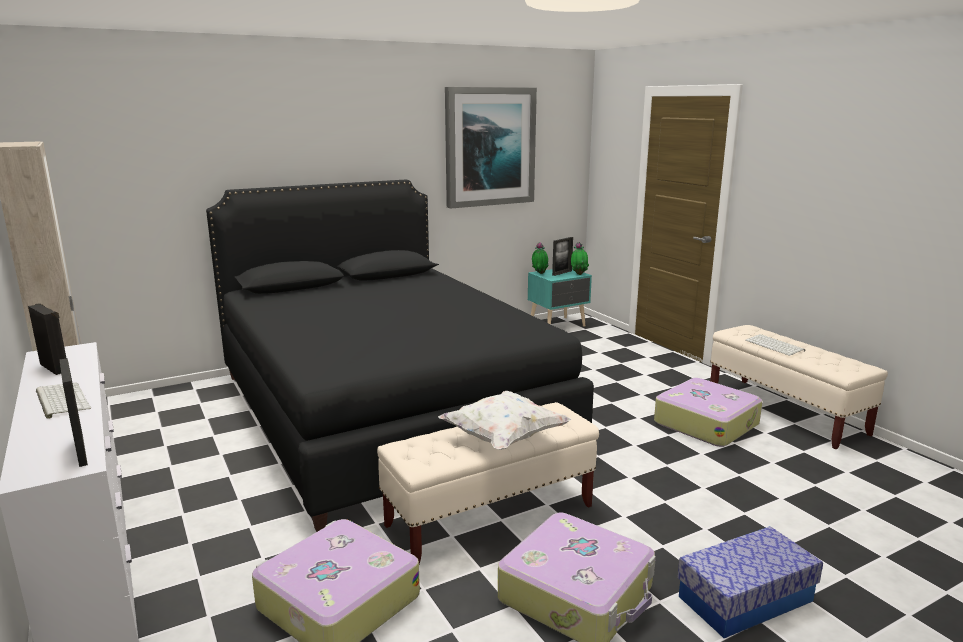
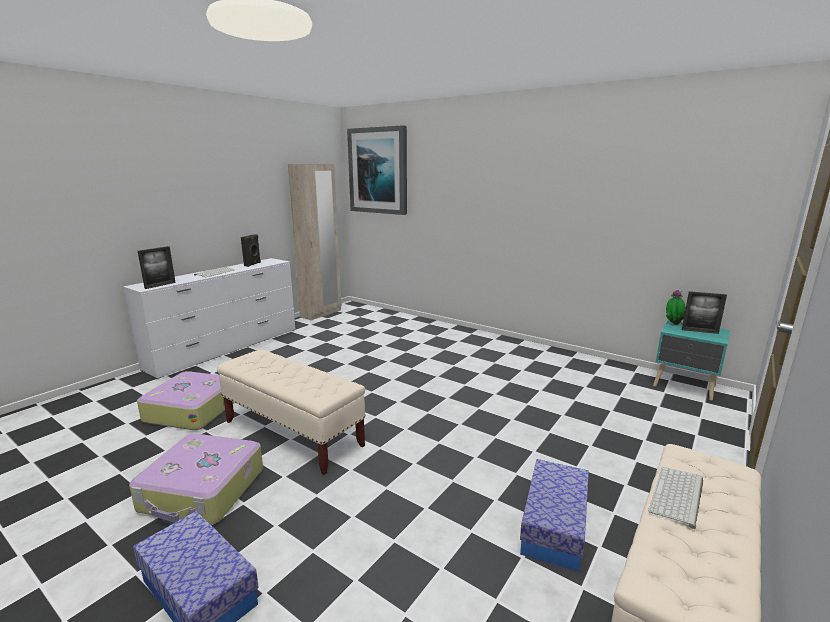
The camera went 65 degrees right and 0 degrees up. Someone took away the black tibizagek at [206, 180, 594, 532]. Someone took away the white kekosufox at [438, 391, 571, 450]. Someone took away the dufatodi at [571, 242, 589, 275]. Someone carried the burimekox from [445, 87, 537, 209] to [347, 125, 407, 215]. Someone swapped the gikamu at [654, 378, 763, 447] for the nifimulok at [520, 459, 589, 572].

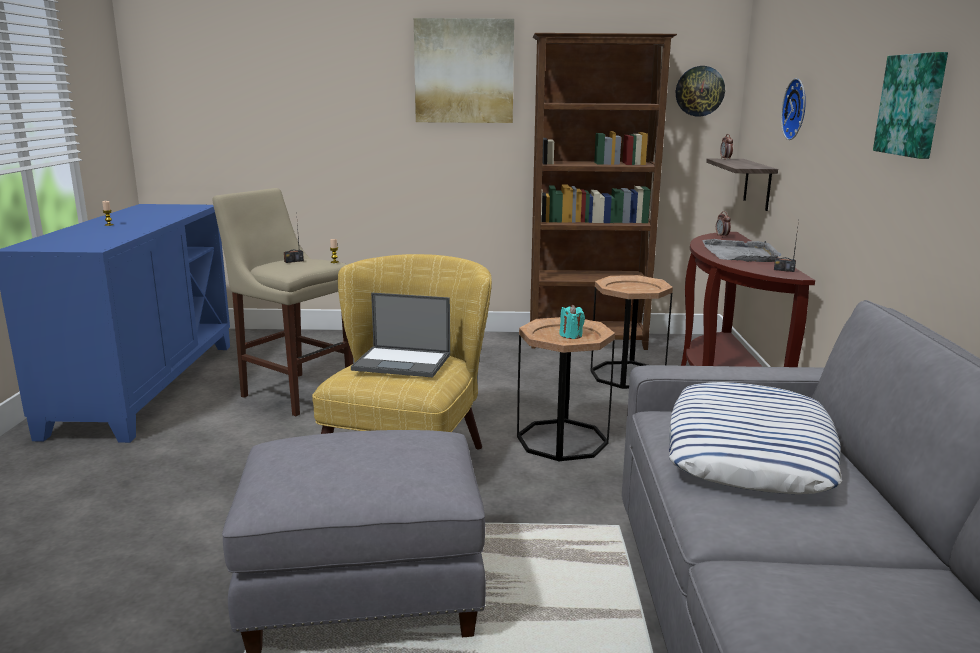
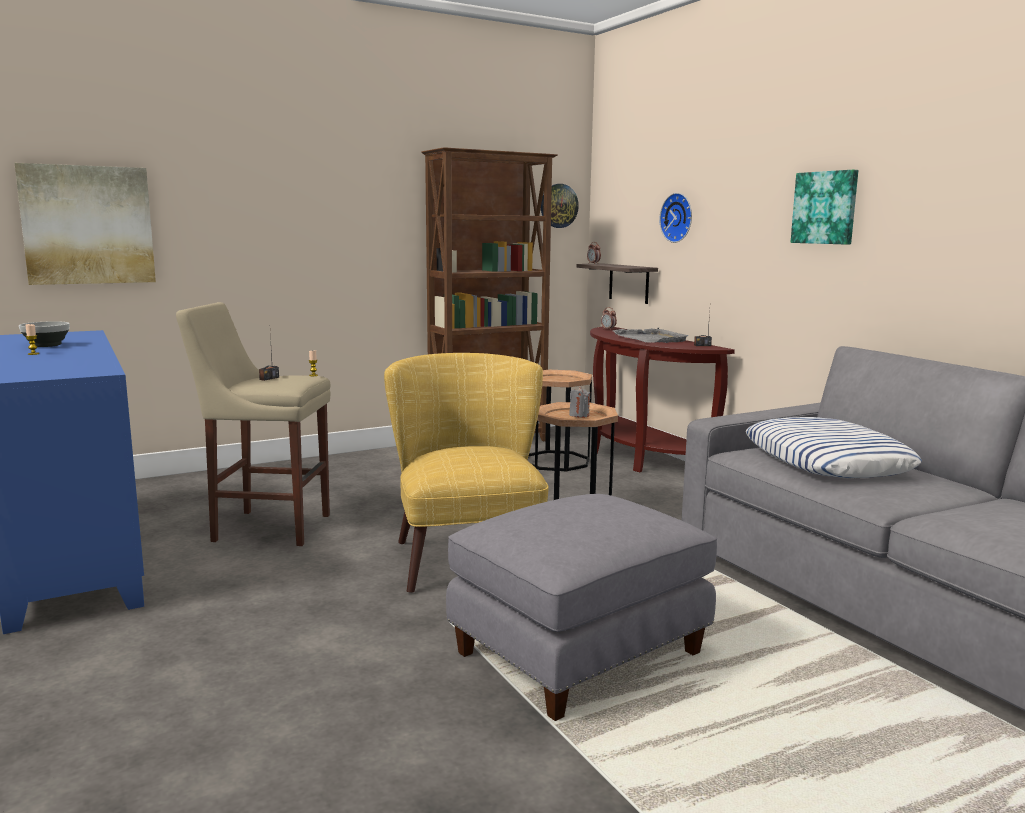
The camera went 30 degrees left and 5 degrees down. Someone took away the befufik at [351, 293, 450, 377]. Someone put down the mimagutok at [19, 321, 70, 347]. Someone carried the burimekox from [414, 18, 514, 123] to [14, 163, 156, 285]. Someone repainted the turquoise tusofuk at [559, 305, 585, 339], which became the grey tusofuk at [569, 387, 590, 417].

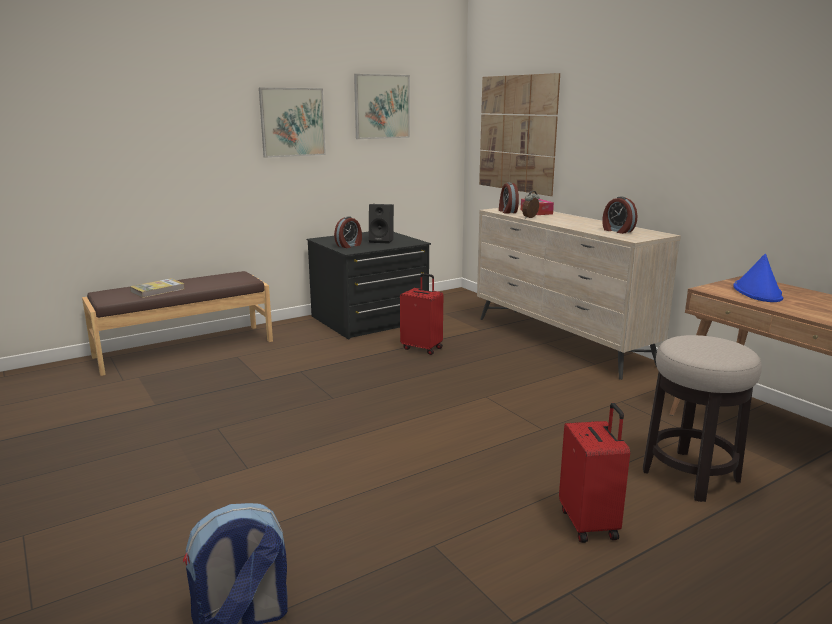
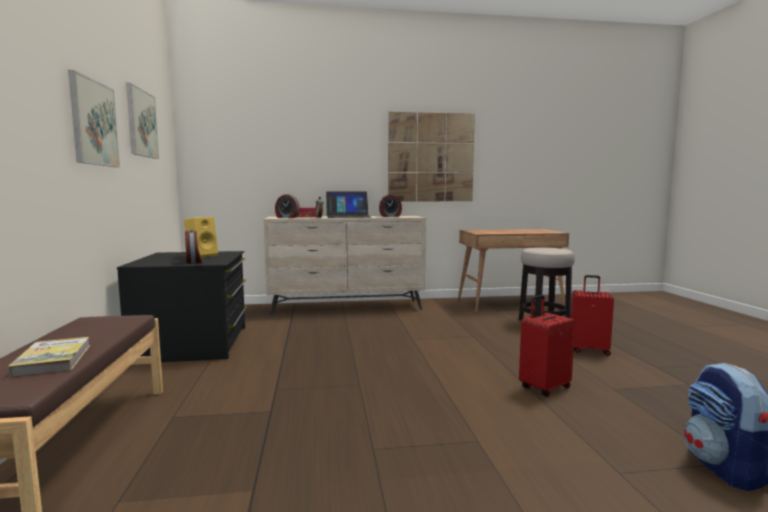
The camera went 65 degrees left and 10 degrees down. Someone took away the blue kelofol at [733, 254, 783, 302]. Someone put down the befufik at [326, 191, 371, 218]. Someone carried the red gikamu from [400, 273, 443, 355] to [519, 295, 575, 397]. Someone carried the burimekox from [479, 73, 560, 196] to [388, 112, 475, 201]. Someone repainted the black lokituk at [369, 204, 394, 244], which became the yellow lokituk at [184, 217, 218, 258].

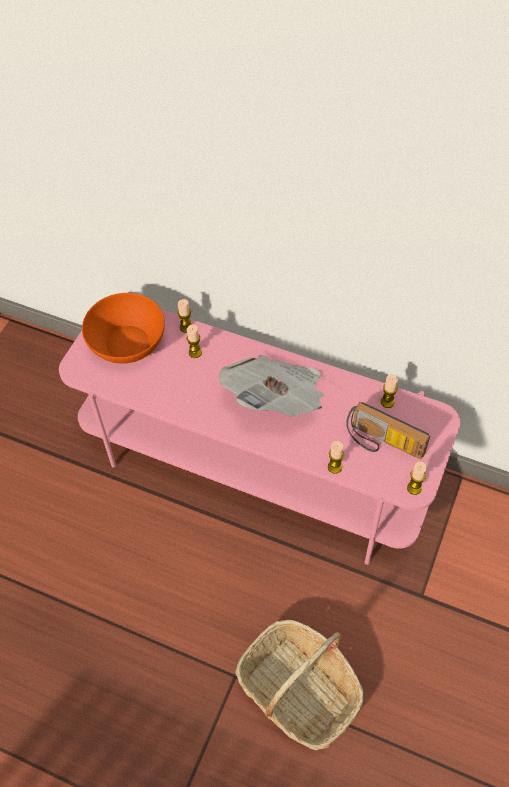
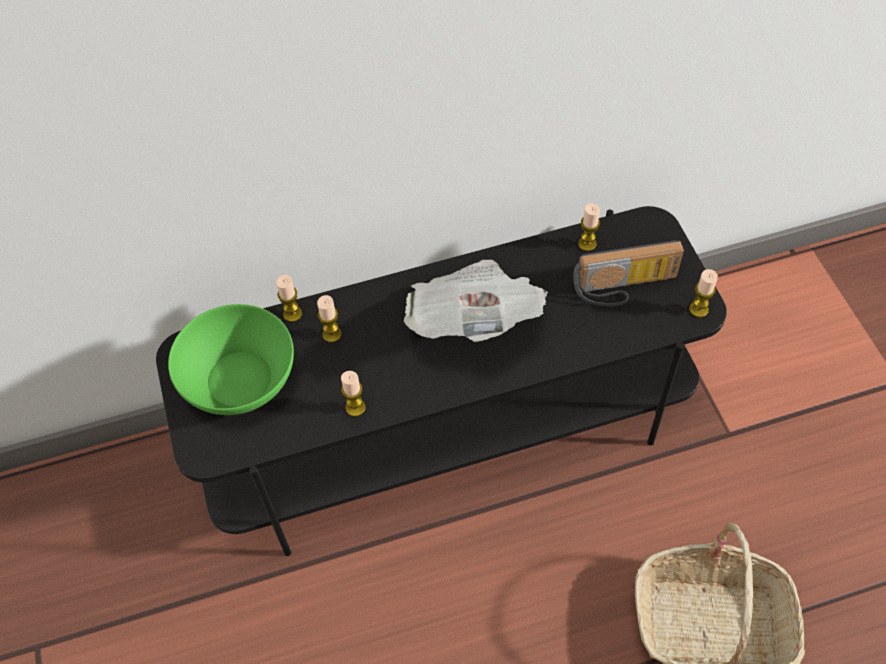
The camera went 40 degrees left and 0 degrees up. Someone carried the tusofuk from [328, 441, 344, 474] to [341, 371, 366, 417]. Someone repainted the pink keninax at [59, 309, 460, 565], which became the black keninax at [156, 206, 727, 556]. Someone repainted the orange mimagutok at [82, 293, 165, 364], which became the green mimagutok at [168, 304, 294, 415].

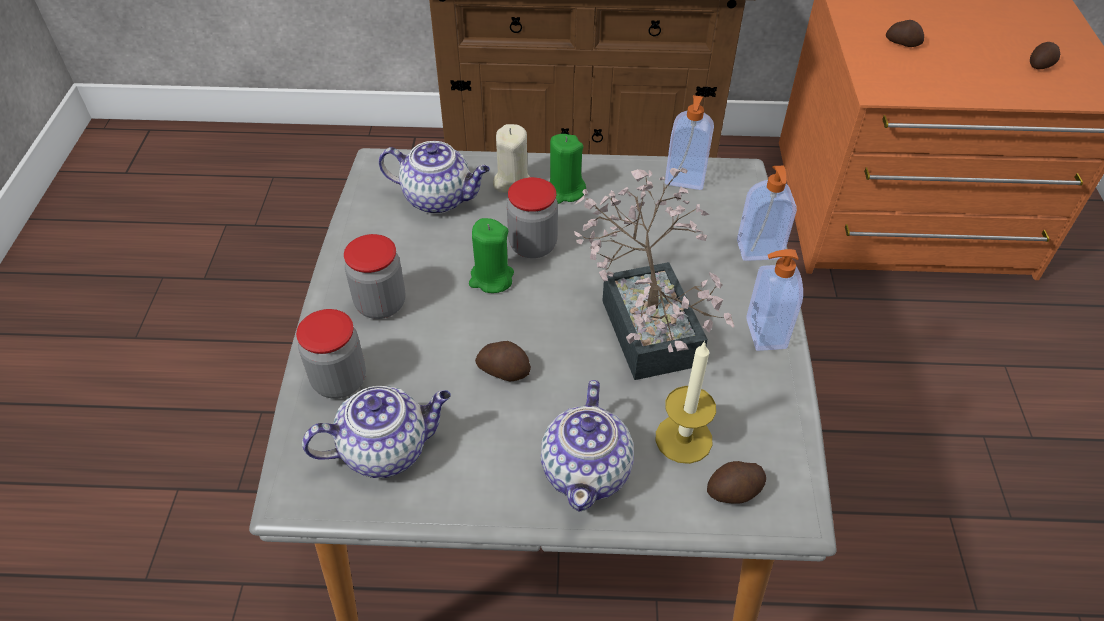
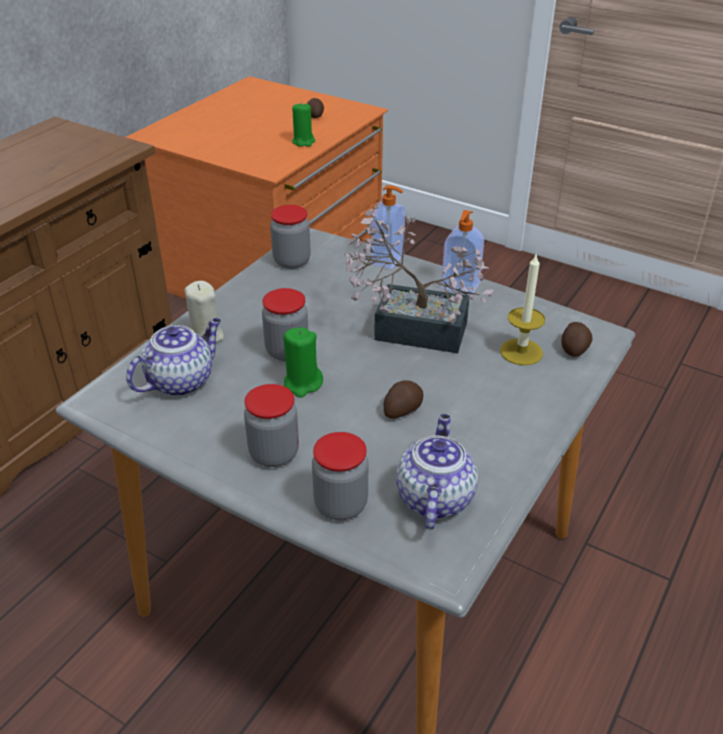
The camera went 60 degrees left and 10 degrees down. Someone took away the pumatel at [541, 380, 634, 511]. Someone took away the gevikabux at [886, 20, 924, 47]. Someone carried the green tusofuk from [549, 134, 586, 204] to [292, 102, 315, 147]. Someone swapped the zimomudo at [665, 95, 714, 190] for the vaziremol at [270, 205, 311, 269].

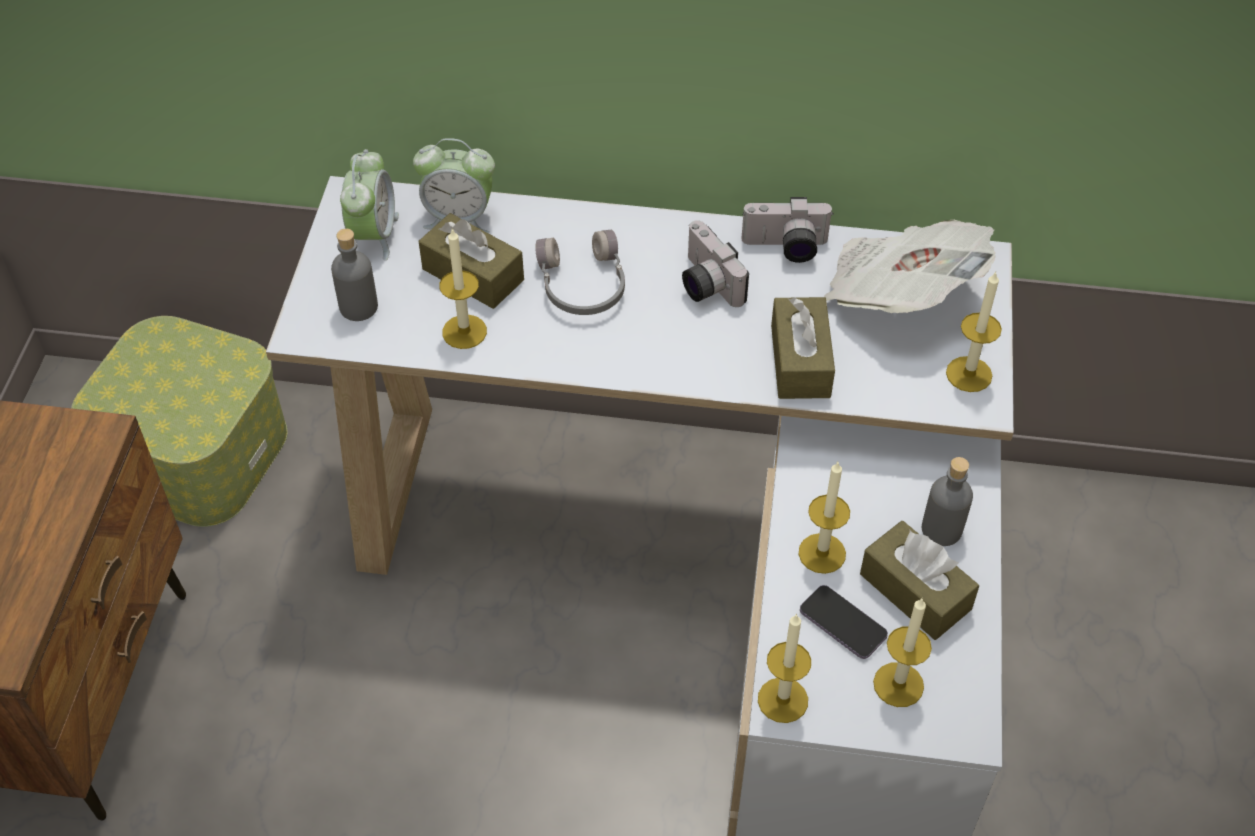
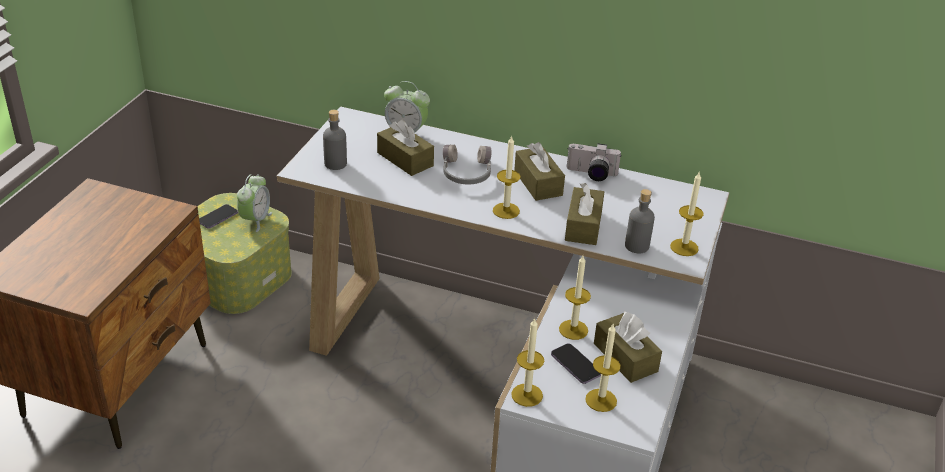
The camera went 10 degrees right and 15 degrees down. Someone took away the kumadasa at [824, 220, 996, 313]. Someone put down the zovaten at [199, 204, 238, 229]. Someone carried the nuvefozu from [340, 149, 399, 261] to [237, 174, 272, 232]. Someone carried the tusofuk from [439, 229, 487, 349] to [493, 135, 520, 219]. Someone carried the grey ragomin from [922, 457, 973, 546] to [625, 189, 655, 253]. Someone swapped the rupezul at [682, 220, 749, 307] for the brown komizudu at [514, 142, 565, 201].

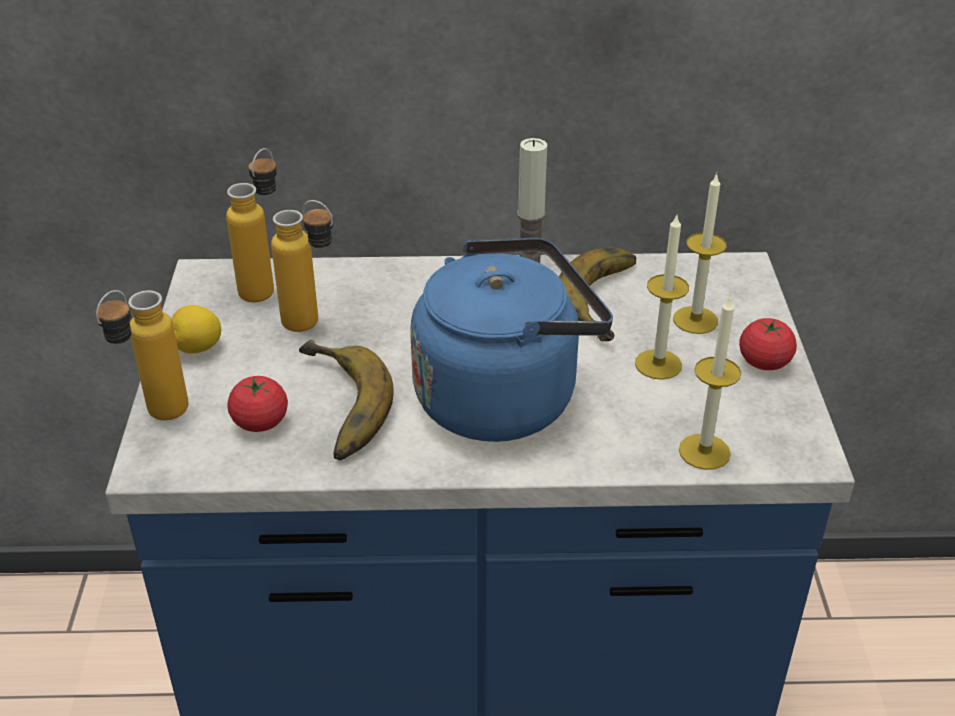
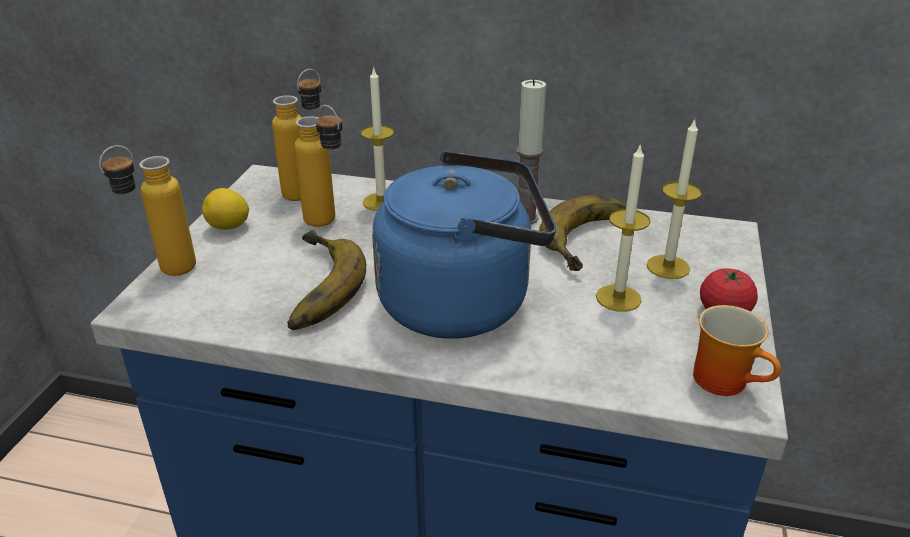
The camera went 15 degrees right and 5 degrees down. Someone took away the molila at [227, 376, 288, 432]. Someone put down the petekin at [693, 305, 781, 396]. Someone carried the tusofuk from [679, 295, 741, 470] to [361, 67, 394, 211].

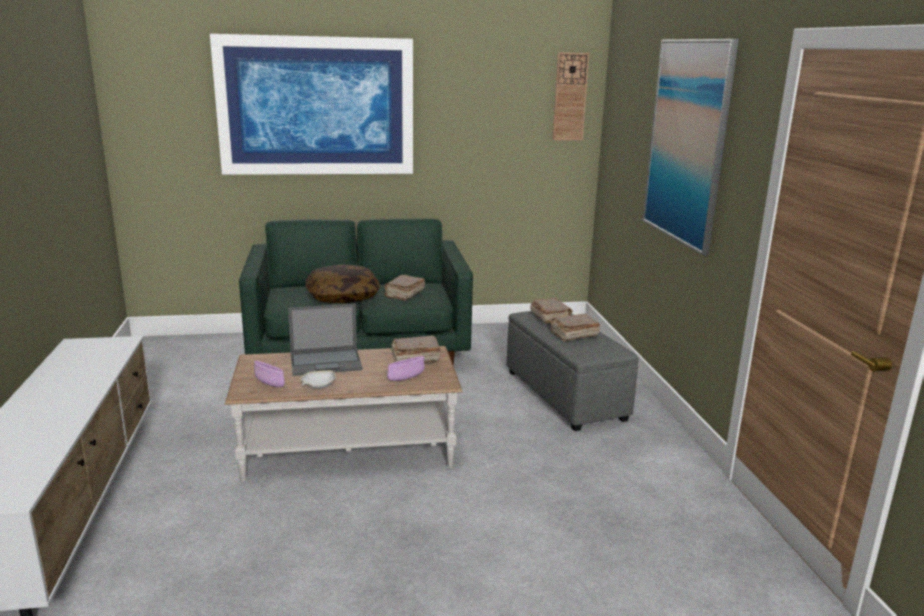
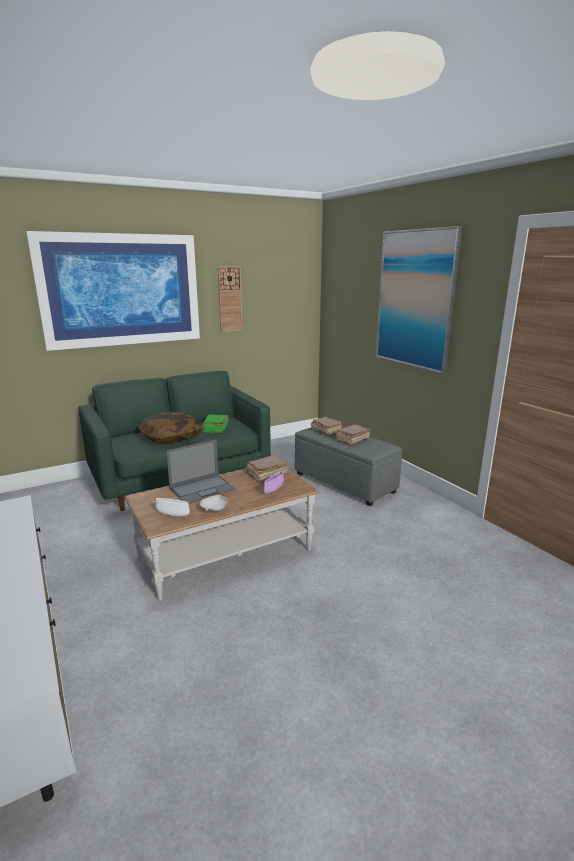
The camera went 20 degrees left and 0 degrees up. Someone carried the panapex from [552, 52, 589, 140] to [218, 266, 243, 332]. Someone repainted the purple mimagutok at [254, 361, 285, 387], which became the white mimagutok at [156, 498, 190, 517]. Someone repainted the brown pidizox at [384, 275, 425, 301], which became the green pidizox at [202, 414, 229, 433].

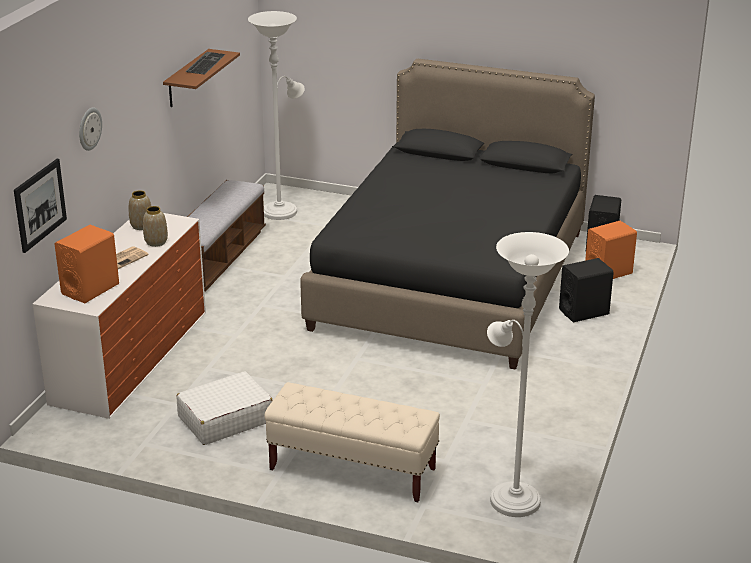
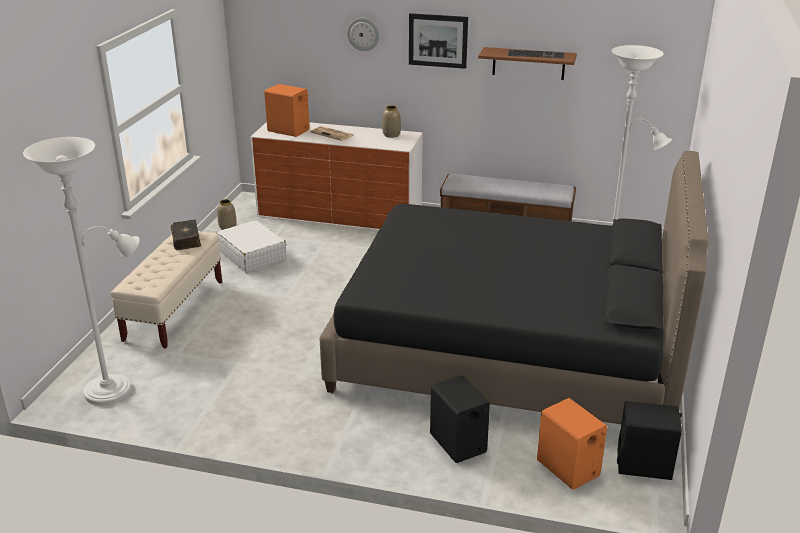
The camera went 85 degrees right and 0 degrees up. Someone put down the pidizox at [171, 219, 201, 250]. Someone carried the burimekox from [14, 159, 67, 253] to [409, 13, 468, 69]. Someone carried the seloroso from [143, 206, 168, 247] to [217, 199, 237, 230].

